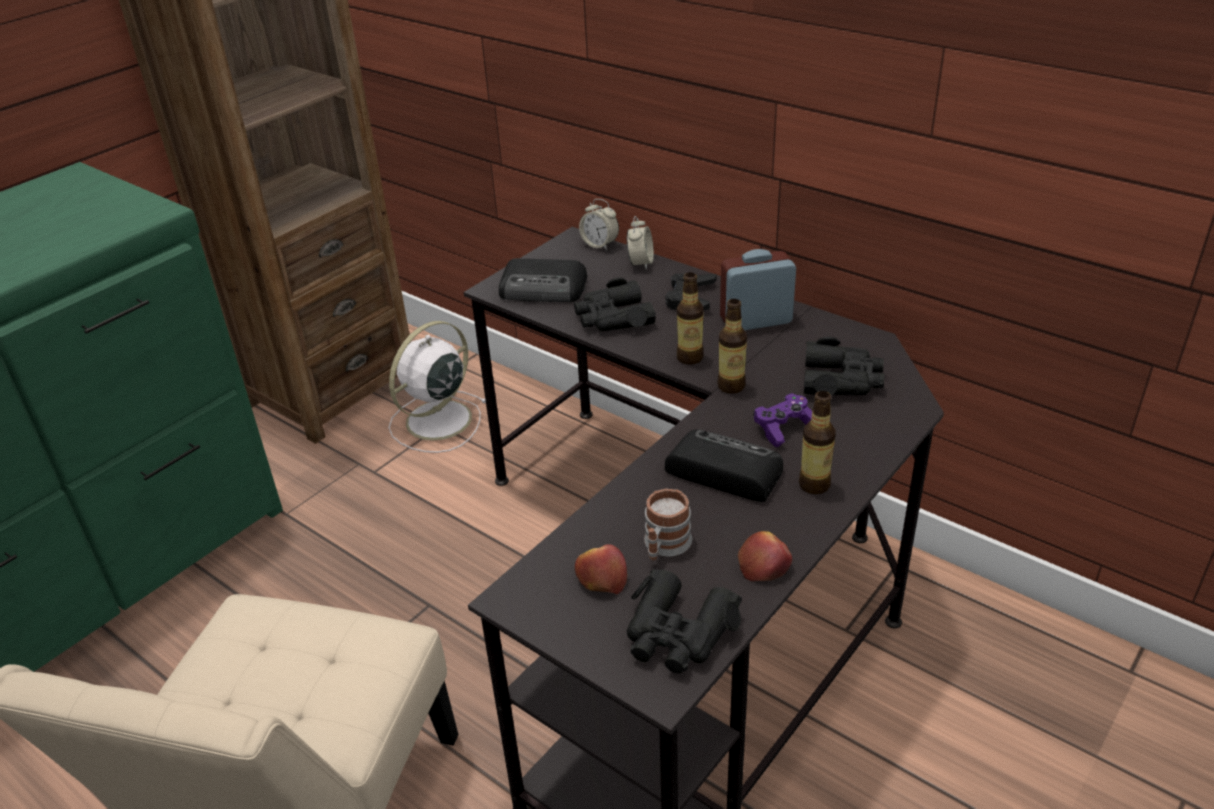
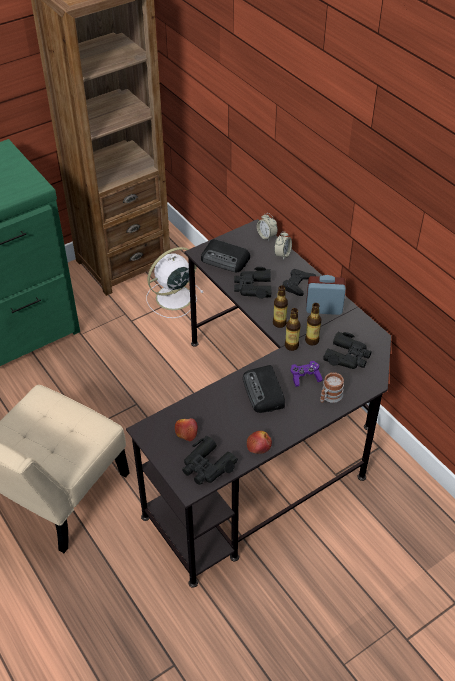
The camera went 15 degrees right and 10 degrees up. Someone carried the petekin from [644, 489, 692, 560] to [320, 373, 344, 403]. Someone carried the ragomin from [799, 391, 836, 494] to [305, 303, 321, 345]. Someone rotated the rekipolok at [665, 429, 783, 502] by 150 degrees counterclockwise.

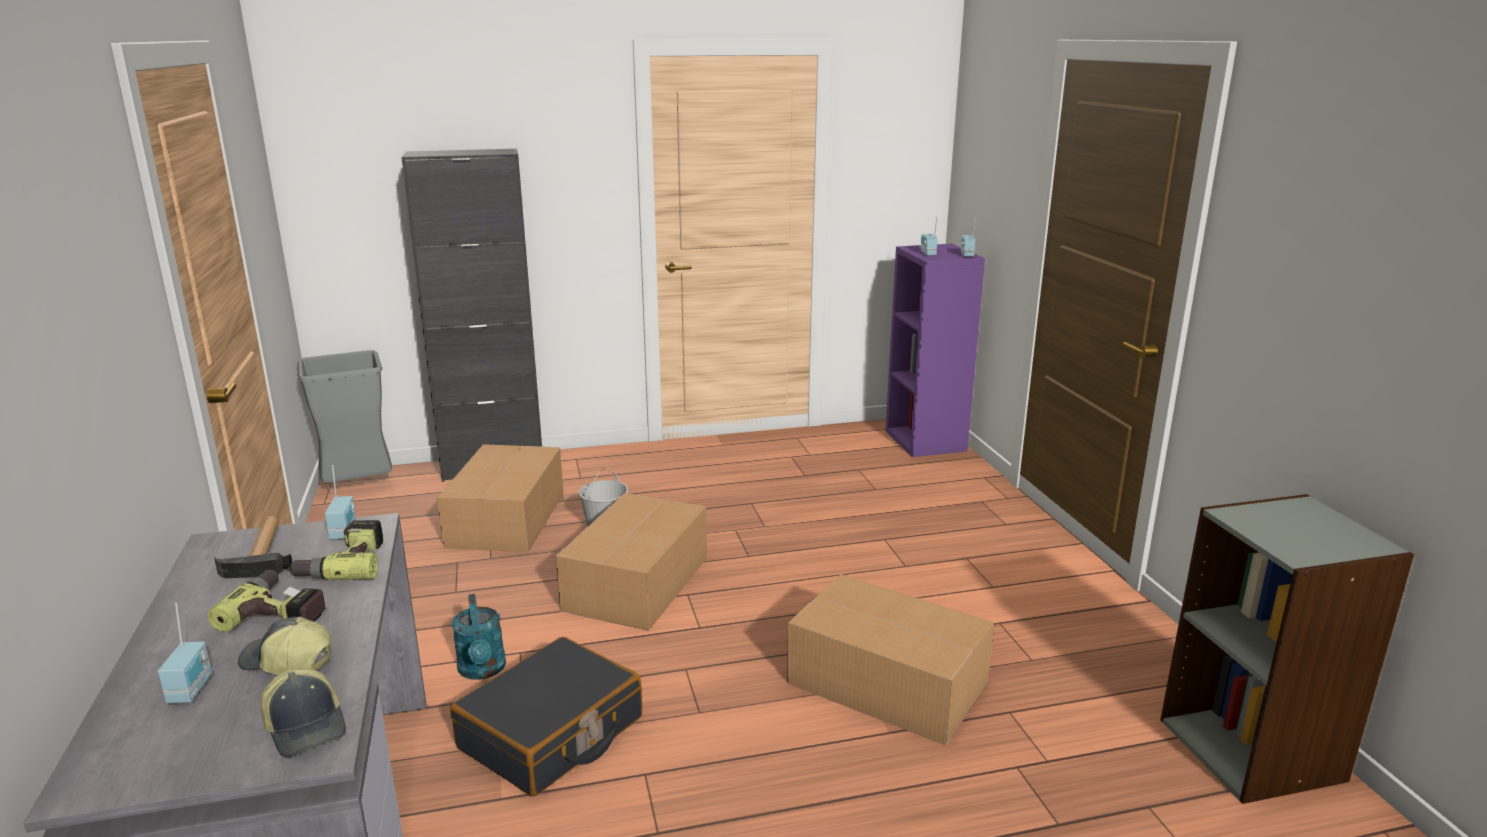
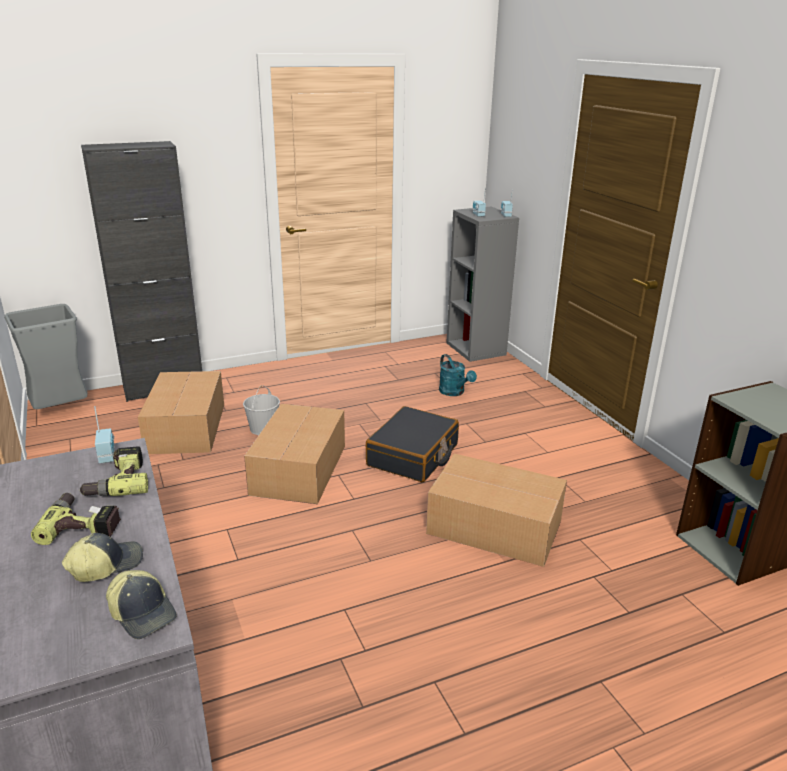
The camera went 10 degrees left and 5 degrees up. Someone took away the rekipolok at [158, 603, 212, 703]. Someone took away the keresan at [214, 516, 292, 578]. Someone carried the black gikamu from [450, 637, 642, 797] to [366, 406, 459, 482]. Someone carried the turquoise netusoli from [452, 594, 506, 680] to [439, 354, 477, 396]. Someone repainted the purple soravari at [885, 244, 985, 457], which became the grey soravari at [446, 206, 519, 362]. Someone rotated the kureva at [238, 617, 331, 675] by 135 degrees clockwise.

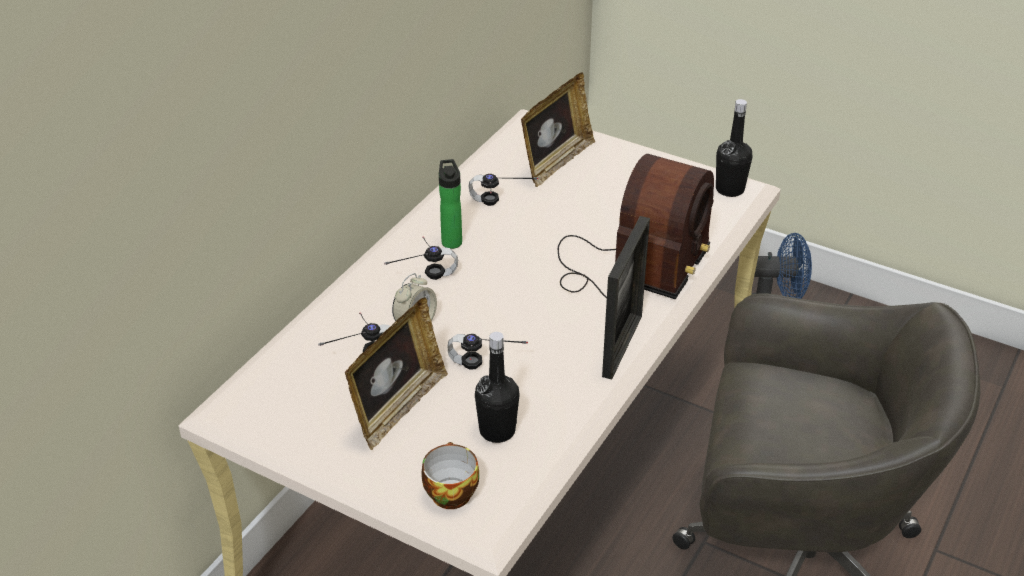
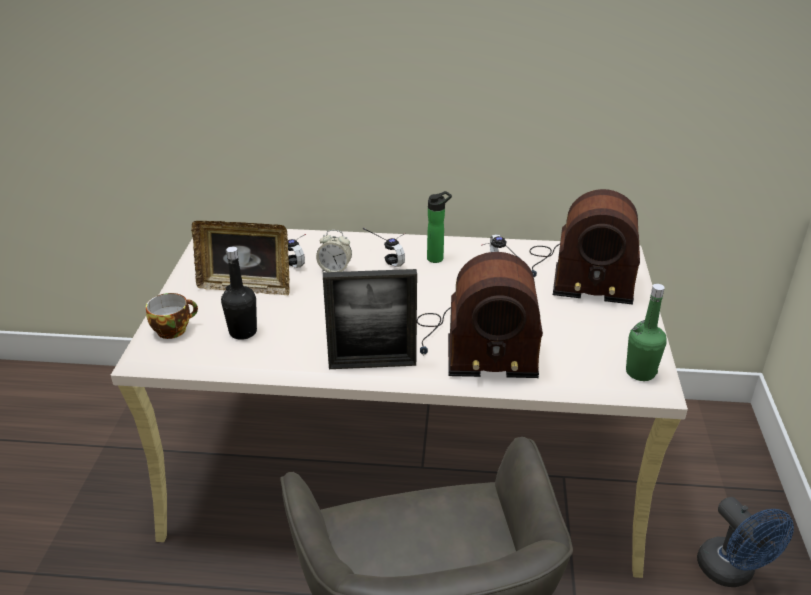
The camera went 65 degrees right and 5 degrees down. Someone took away the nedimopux at [448, 334, 528, 370]. Someone swapped the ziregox at [521, 73, 595, 187] for the rekipolok at [530, 189, 640, 305]. Someone repainted the black ragomin at [716, 99, 753, 197], which became the green ragomin at [626, 284, 667, 381].

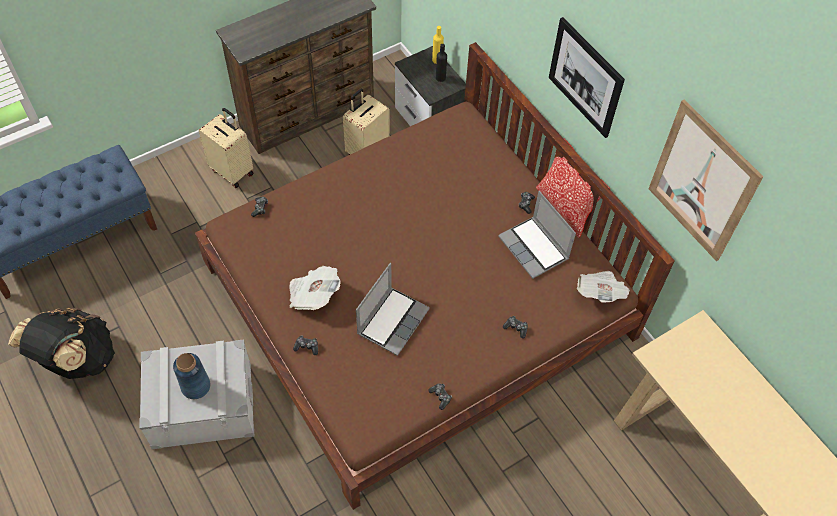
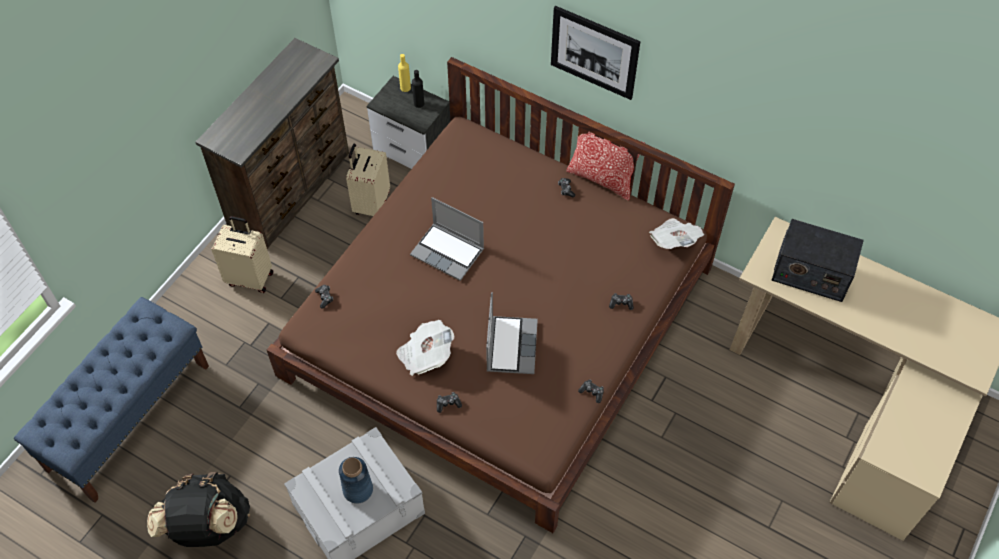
The camera went 25 degrees left and 0 degrees up. Someone took away the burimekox at [649, 100, 763, 261]. Someone put down the rekipolok at [771, 219, 864, 302]. Someone carried the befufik from [498, 191, 576, 279] to [410, 197, 484, 281].

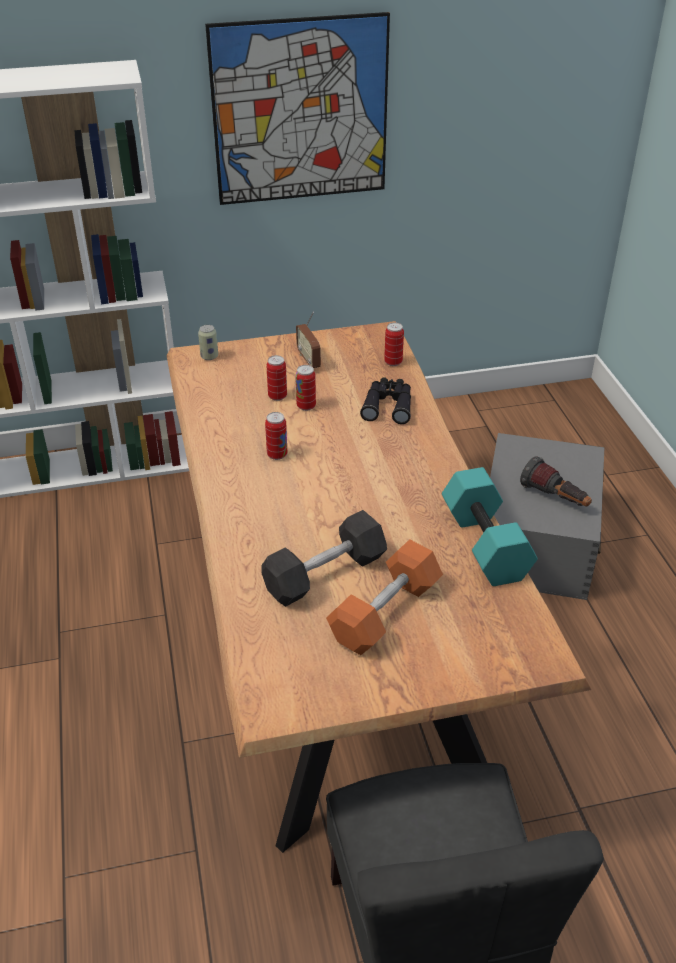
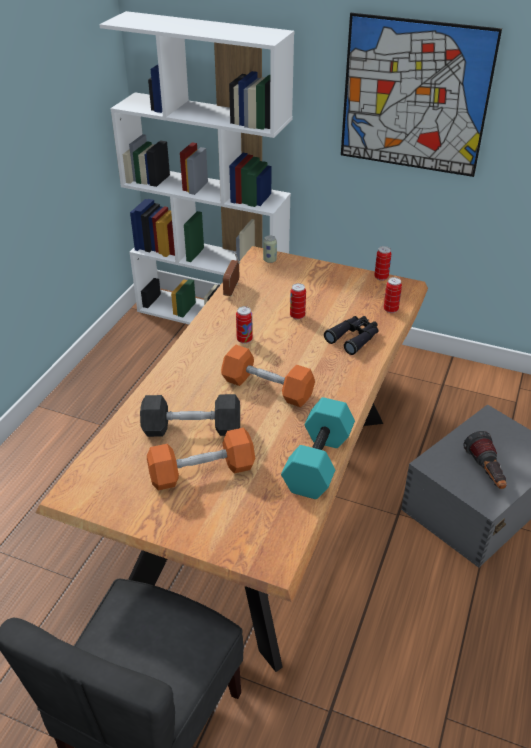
The camera went 35 degrees right and 0 degrees up. Someone put down the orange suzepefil at [221, 345, 315, 407]. Someone carried the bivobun from [266, 355, 287, 401] to [374, 246, 391, 281]. Someone carried the rekipolok from [296, 312, 321, 368] to [223, 252, 240, 296].

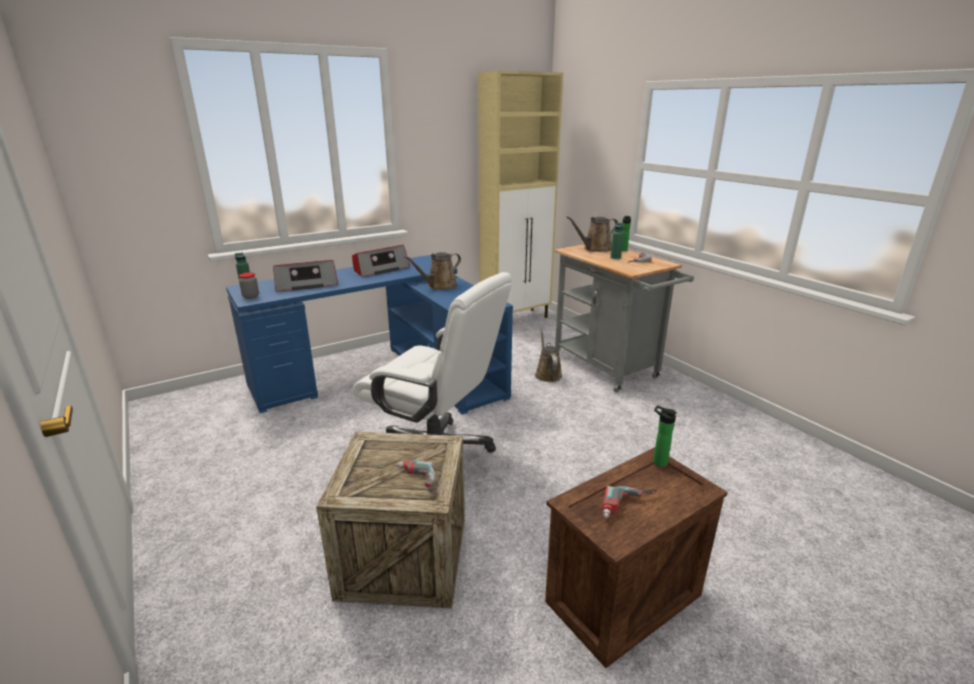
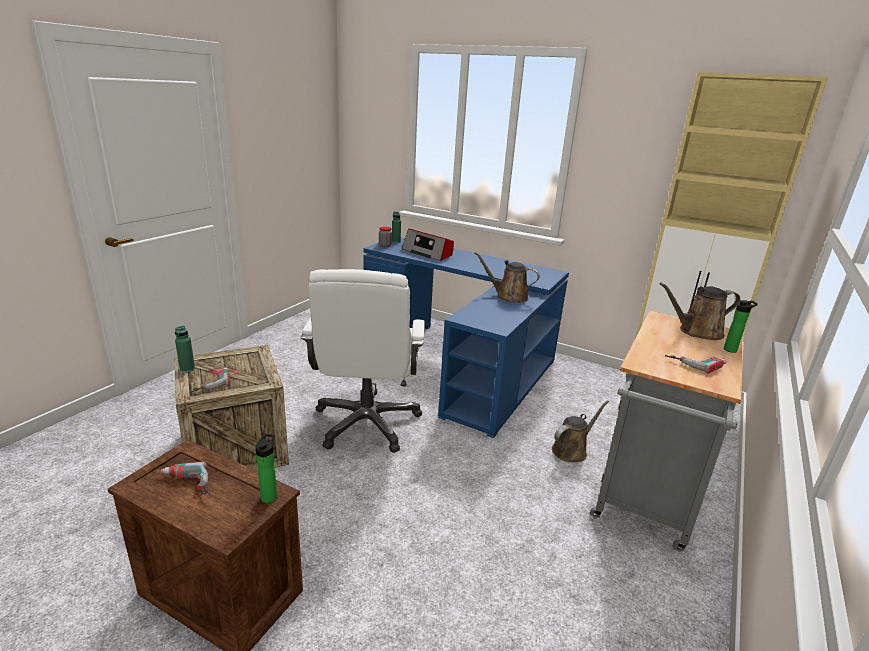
The camera went 60 degrees right and 0 degrees up. Someone took away the rekipolok at [352, 245, 410, 277]. Someone carried the green ragomin from [610, 222, 624, 260] to [175, 326, 195, 373]. Someone rotated the brown netusoli at [566, 216, 618, 252] by 45 degrees counterclockwise.

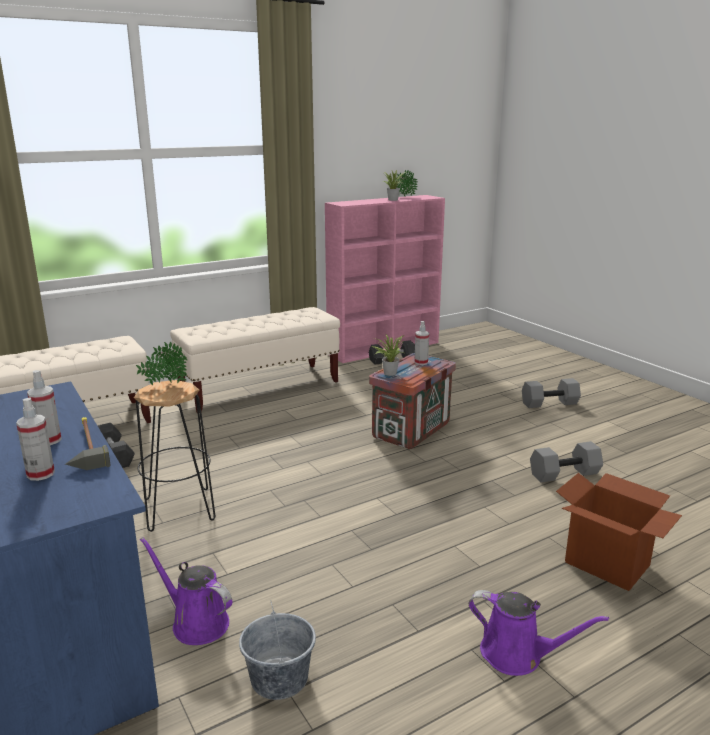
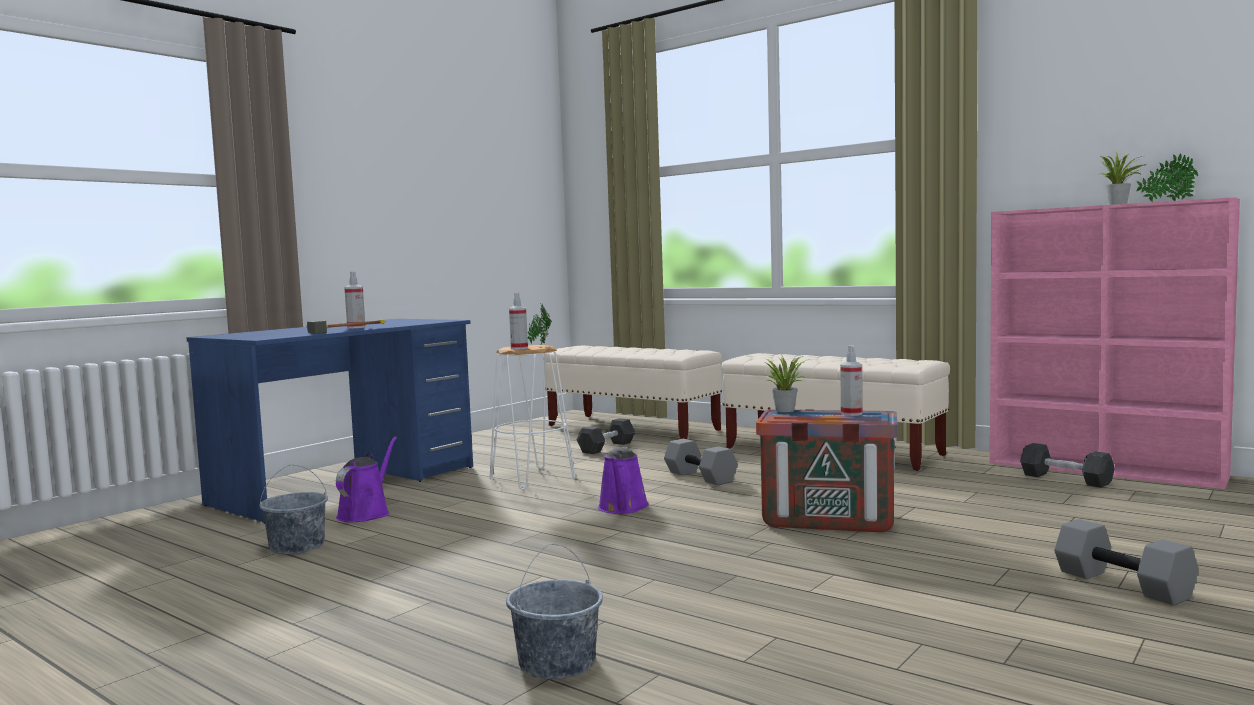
The camera went 70 degrees right and 15 degrees down. Someone carried the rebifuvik from [16, 398, 55, 481] to [509, 293, 528, 350]. Someone carried the purple netusoli from [469, 590, 609, 676] to [598, 447, 649, 514]. Someone carried the grey suzepefil from [530, 441, 603, 482] to [664, 439, 738, 485]. Someone swapped the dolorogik at [556, 473, 682, 591] for the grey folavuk at [506, 544, 603, 679]. Someone repainted the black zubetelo at [134, 380, 215, 532], which became the white zubetelo at [489, 345, 576, 490].

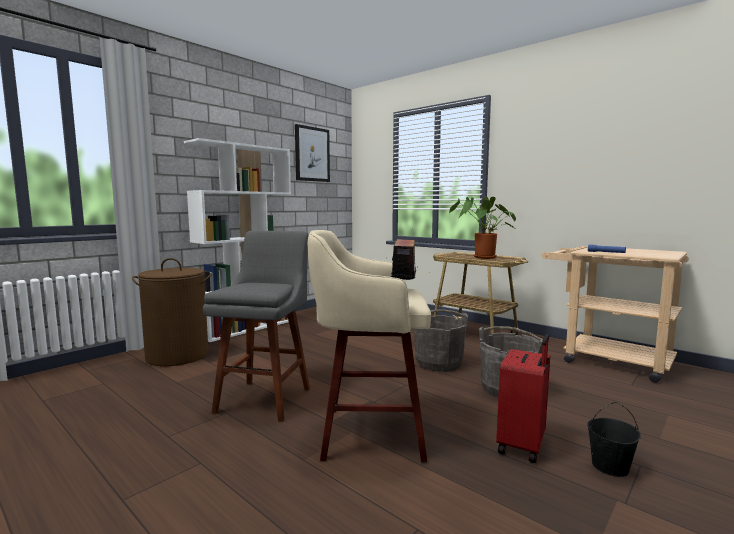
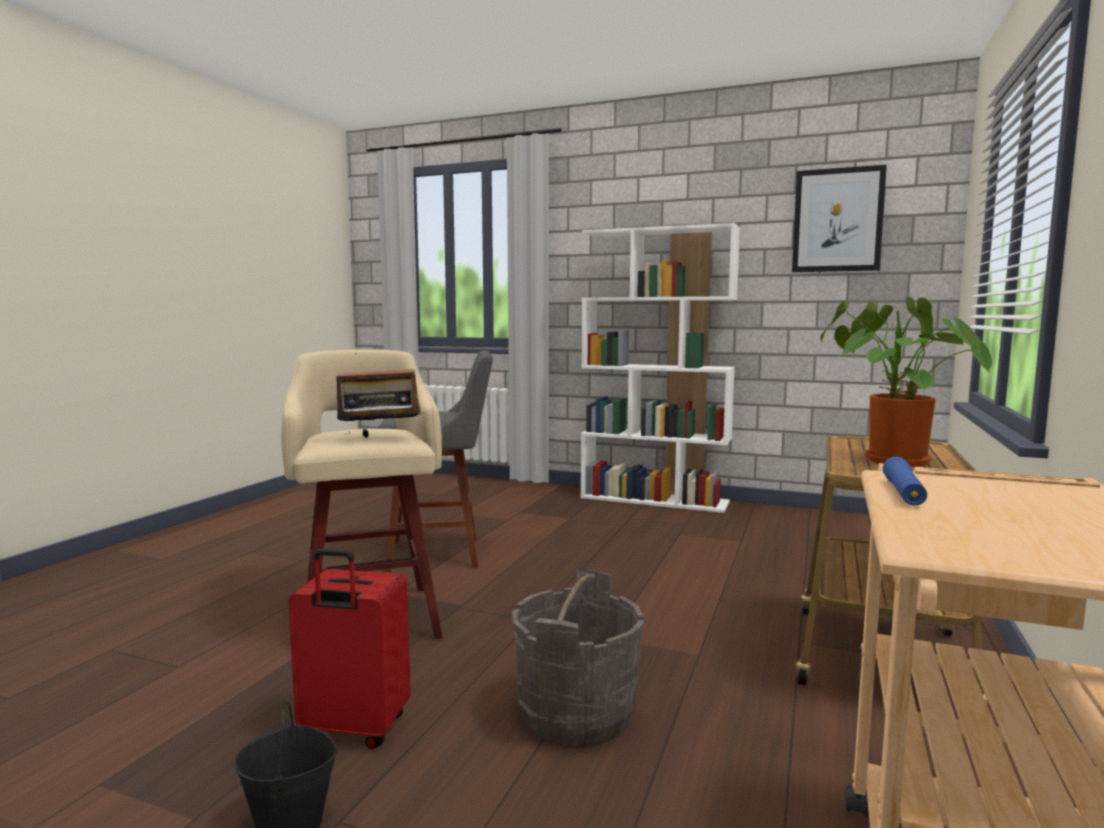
The camera went 70 degrees right and 0 degrees up. Someone took away the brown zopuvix at [132, 258, 212, 366]. Someone took away the grey folavuk at [414, 309, 468, 372].

